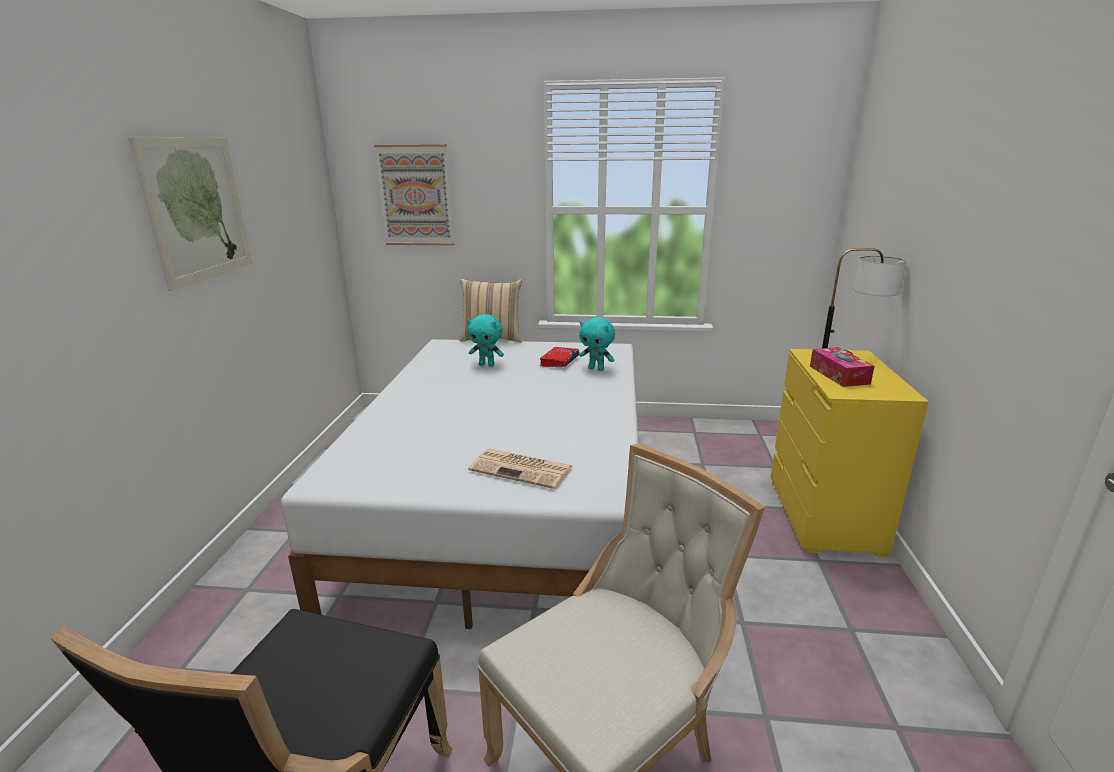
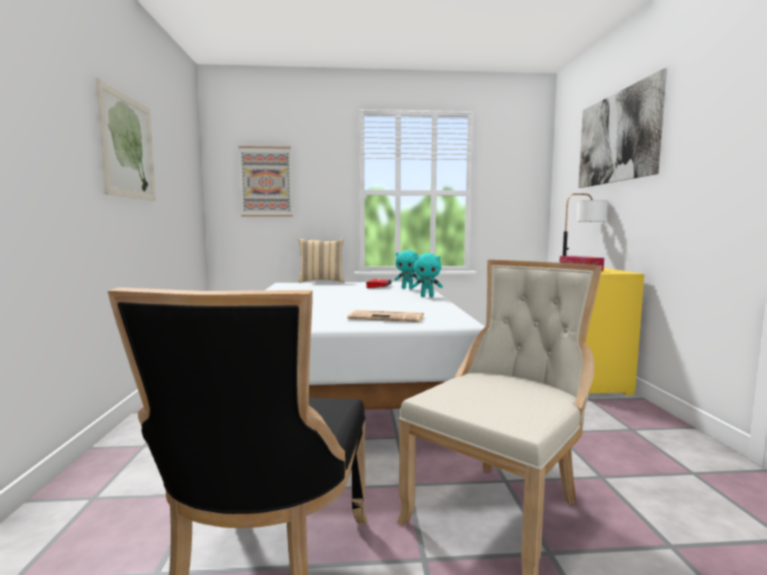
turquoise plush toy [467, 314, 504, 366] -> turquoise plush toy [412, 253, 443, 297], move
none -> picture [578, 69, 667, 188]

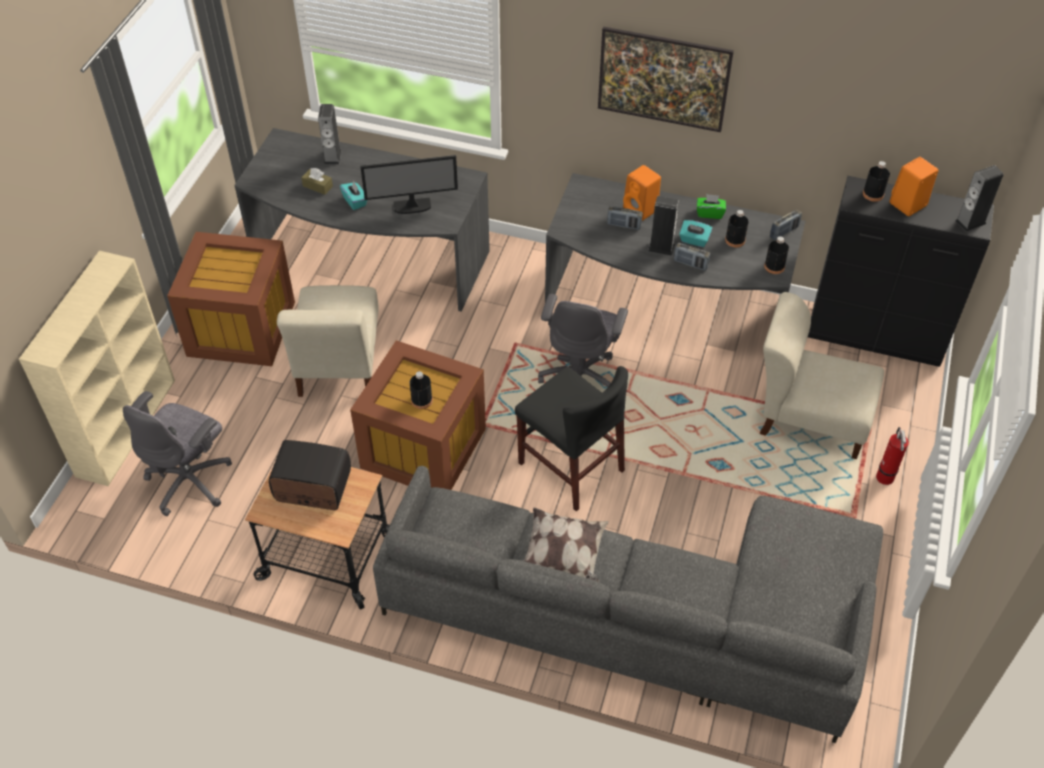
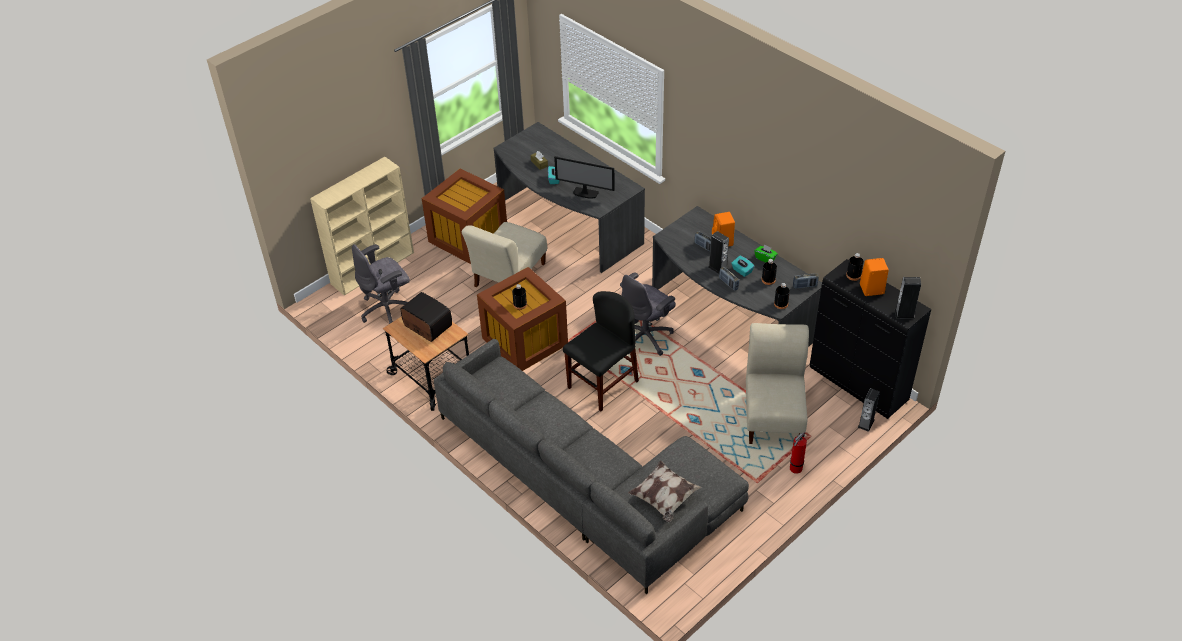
speaker [318, 104, 342, 164] -> speaker [858, 388, 880, 432], move
black chair [515, 366, 628, 511] -> black chair [563, 291, 639, 411], 120 degrees counterclockwise
pillow [524, 508, 609, 582] -> pillow [628, 460, 701, 522], move
picture [598, 27, 734, 132] -> none
beige chair [760, 292, 884, 459] -> beige chair [746, 323, 809, 444], 45 degrees clockwise

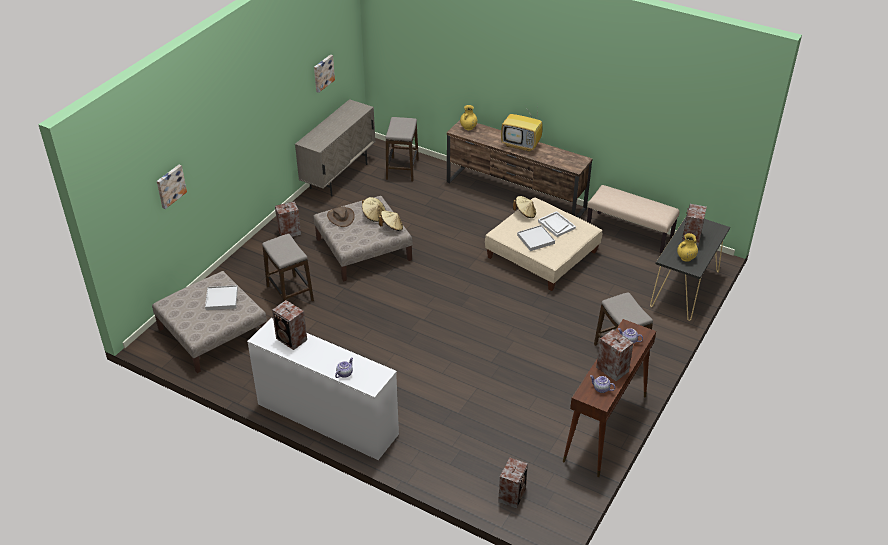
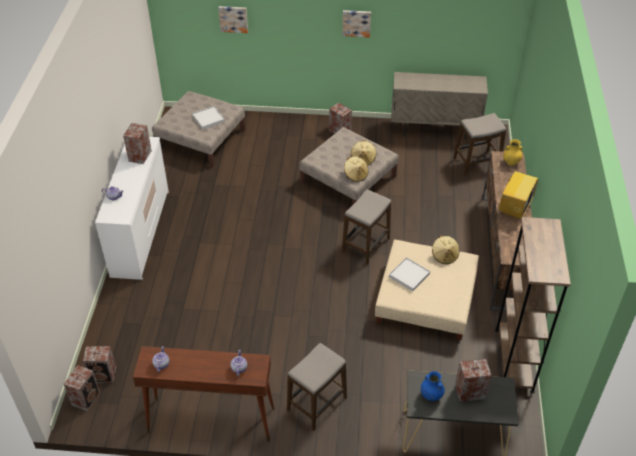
stool [262, 234, 314, 302] -> stool [342, 189, 391, 265], move
picture [314, 54, 335, 93] -> picture [342, 10, 371, 38], move
brown hat [327, 206, 355, 227] -> none
television [501, 104, 543, 152] -> television [499, 161, 538, 219], 150 degrees counterclockwise
white tray [538, 211, 576, 237] -> none
beige bench [587, 185, 680, 254] -> brown bookcase [495, 217, 571, 394]
speaker [596, 329, 633, 381] -> speaker [64, 365, 100, 411], move
yellow vase [677, 233, 698, 262] -> blue vase [421, 371, 445, 401]

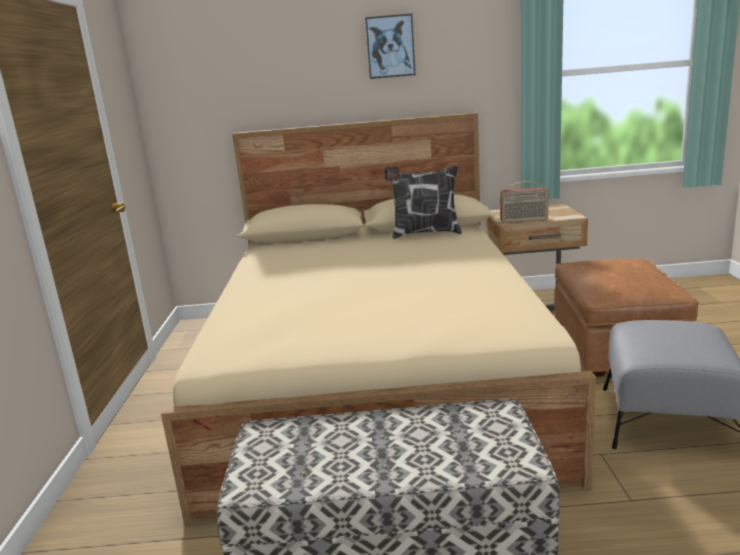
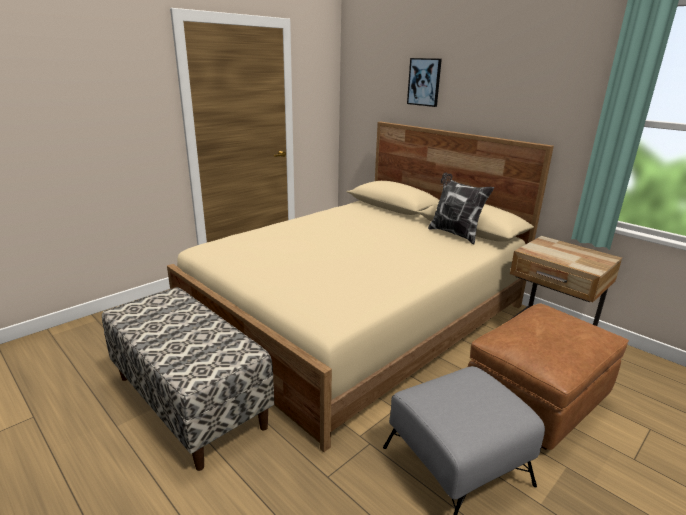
picture [365, 14, 415, 79] -> picture [407, 58, 442, 107], move
radio [500, 181, 549, 223] -> none

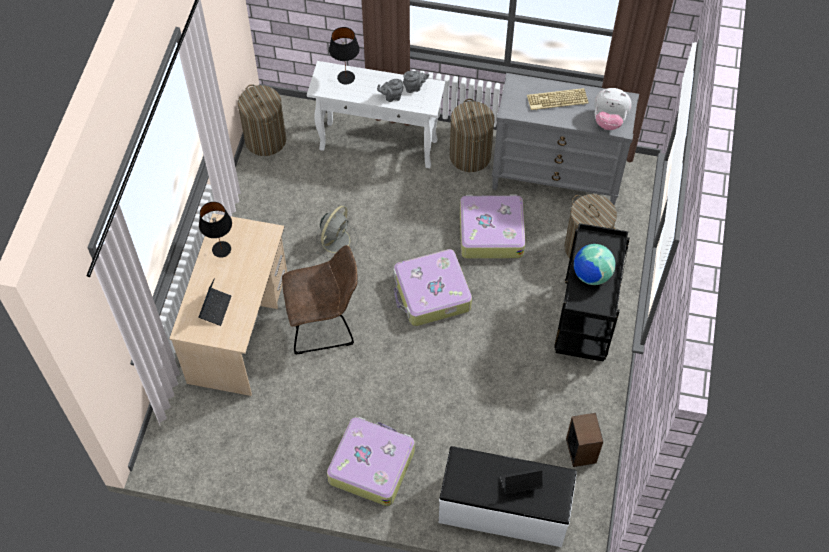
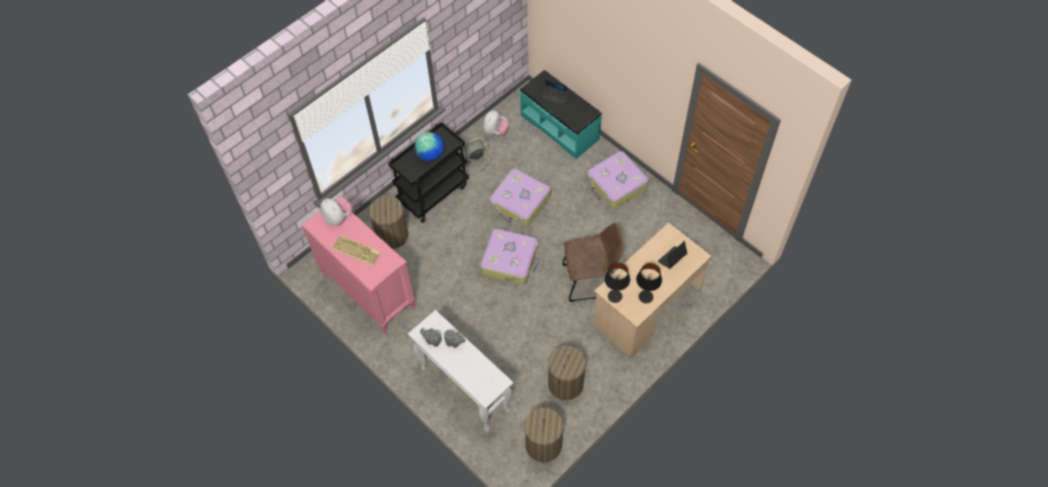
brown chair [282, 245, 357, 355] -> brown chair [562, 223, 624, 302], 150 degrees clockwise
grey fan [316, 206, 358, 258] -> grey fan [459, 138, 492, 175], move
black table lamp [329, 27, 360, 84] -> black table lamp [604, 263, 630, 303], move
white bench [439, 446, 577, 547] -> turquoise bench [520, 70, 602, 159]
laundry basket [450, 99, 495, 172] -> laundry basket [548, 344, 586, 400], move
suitcase [460, 194, 525, 259] -> suitcase [490, 169, 551, 227], move
grey dresser [492, 73, 639, 205] -> pink dresser [302, 200, 416, 334]
speaker [566, 413, 603, 467] -> plush toy [483, 110, 510, 135]

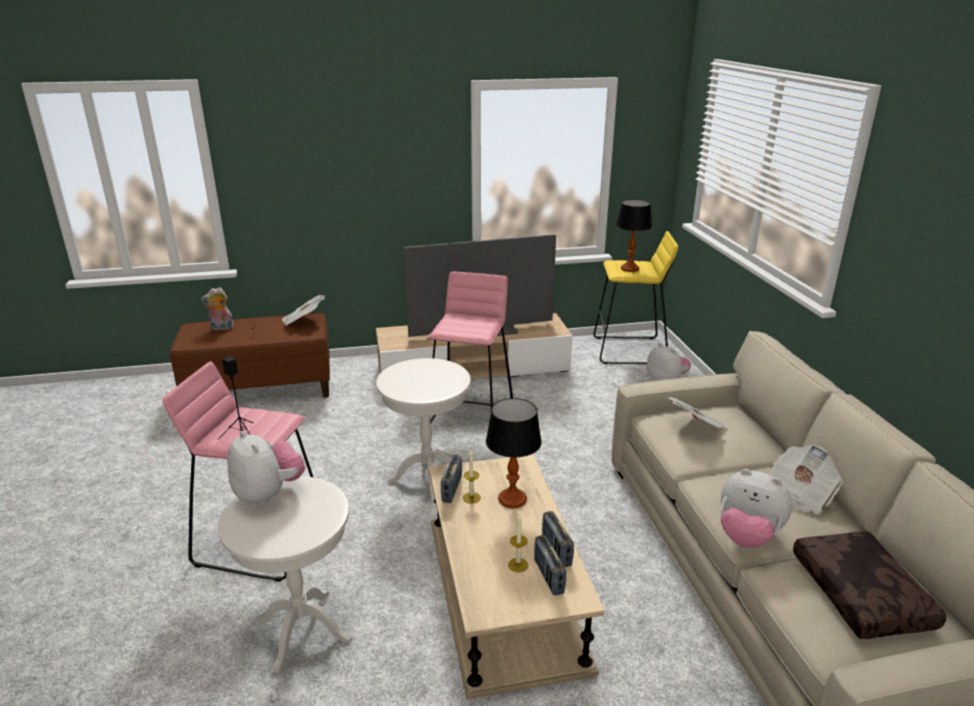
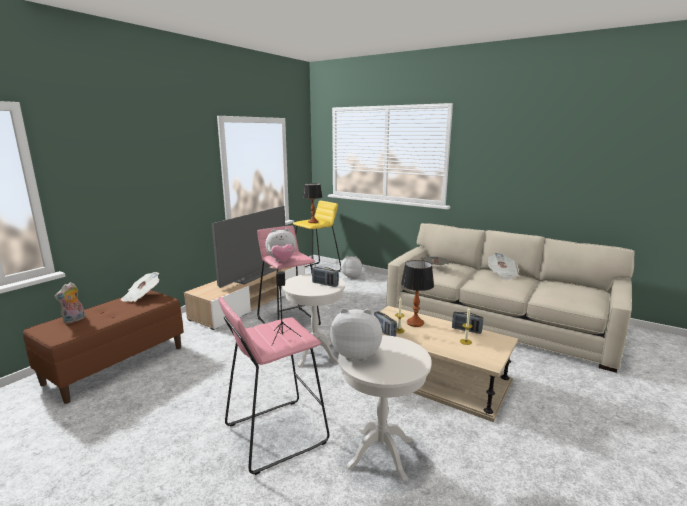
radio [534, 535, 566, 595] -> radio [312, 267, 339, 287], move
plush toy [720, 469, 792, 548] -> plush toy [265, 228, 296, 261], move
brown pillow [793, 531, 946, 639] -> none

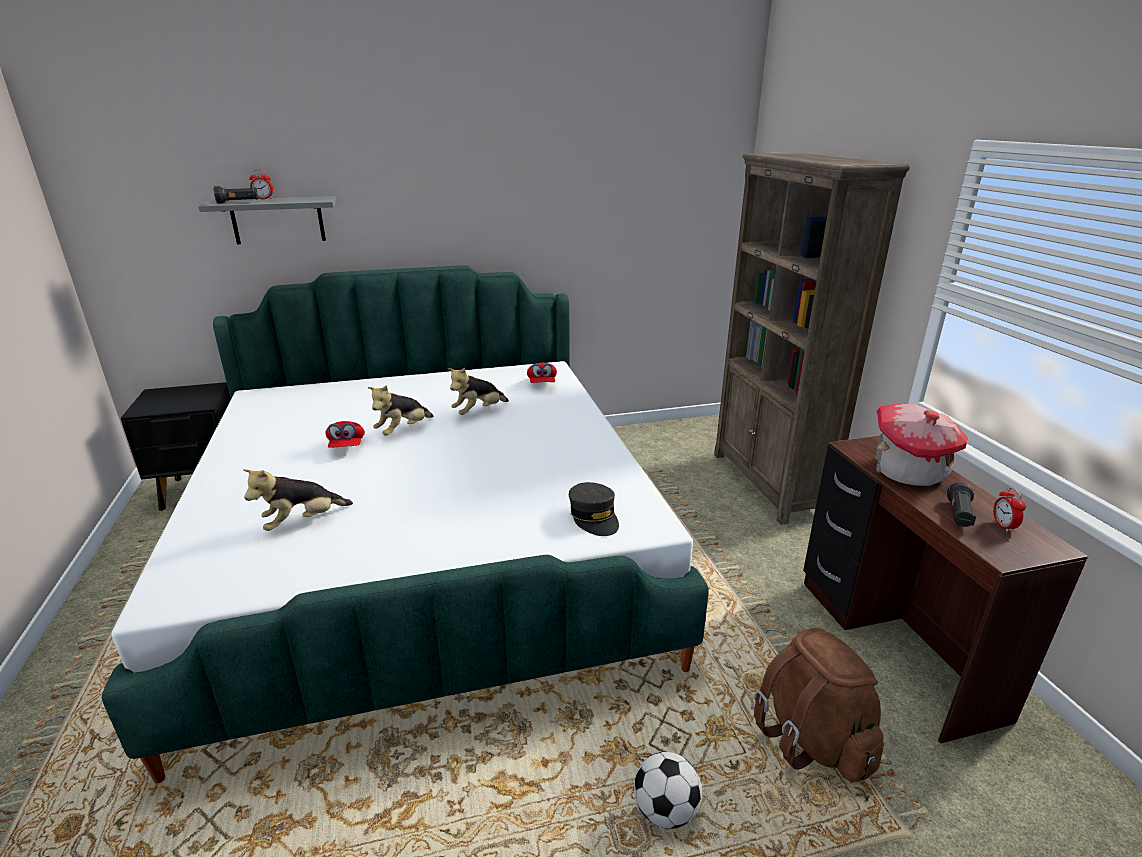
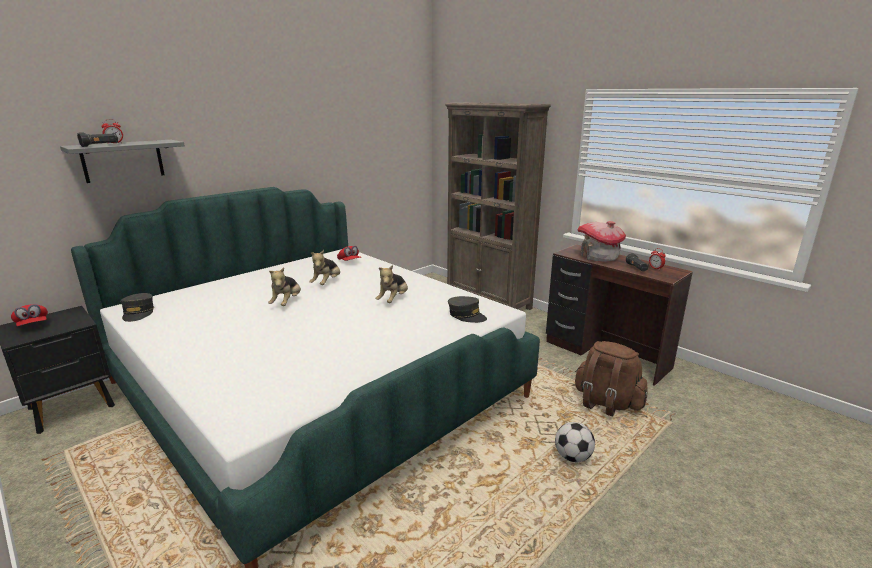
plush toy [243, 469, 353, 531] -> plush toy [376, 265, 408, 303], move
red cap [325, 421, 365, 448] -> red cap [11, 304, 48, 326], move
none -> grey cap [120, 293, 154, 322]

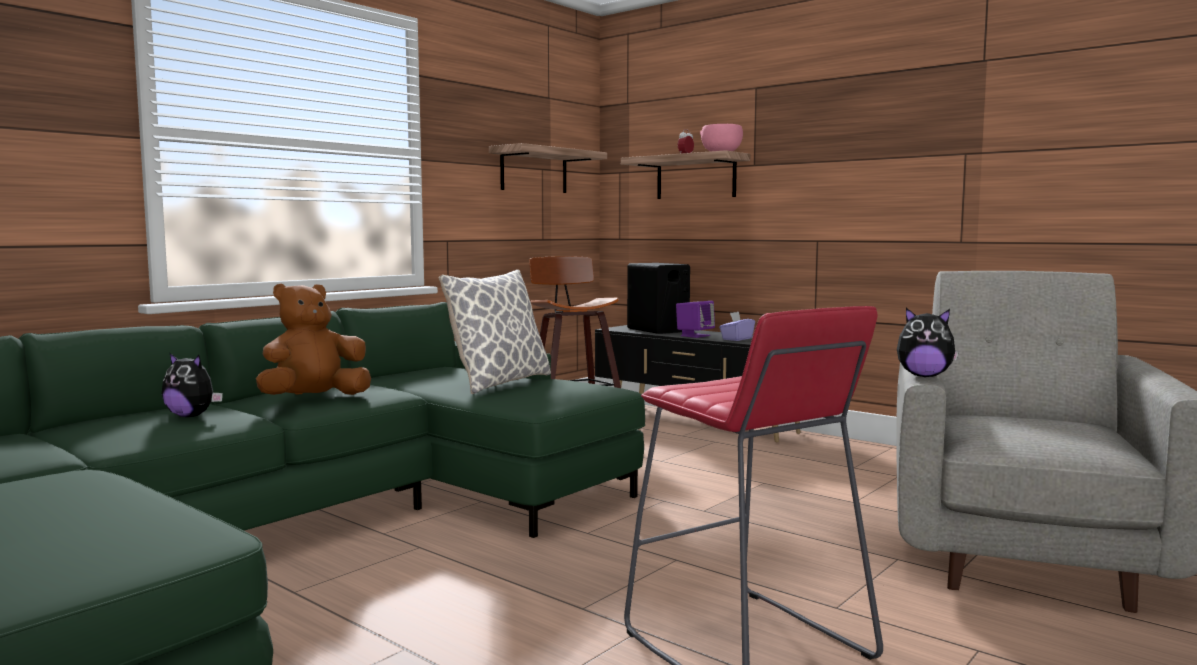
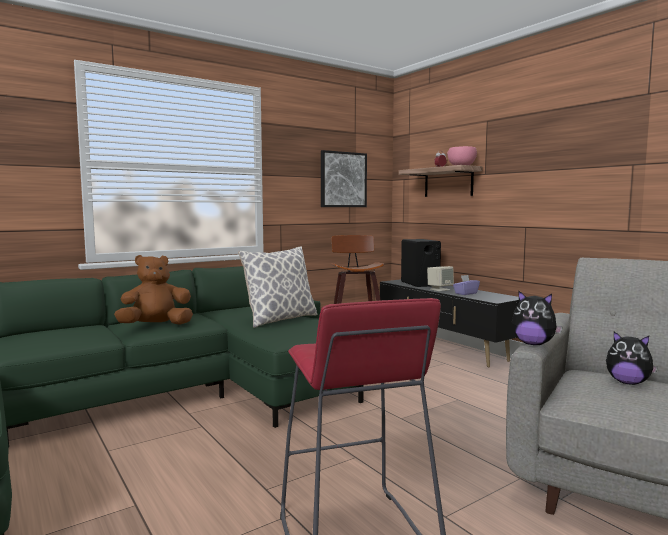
plush toy [162, 353, 223, 417] -> plush toy [606, 331, 658, 385], move
shelf [489, 143, 607, 193] -> picture [321, 150, 367, 207]
purple speaker [676, 301, 715, 338] -> beige speaker [427, 266, 454, 291]

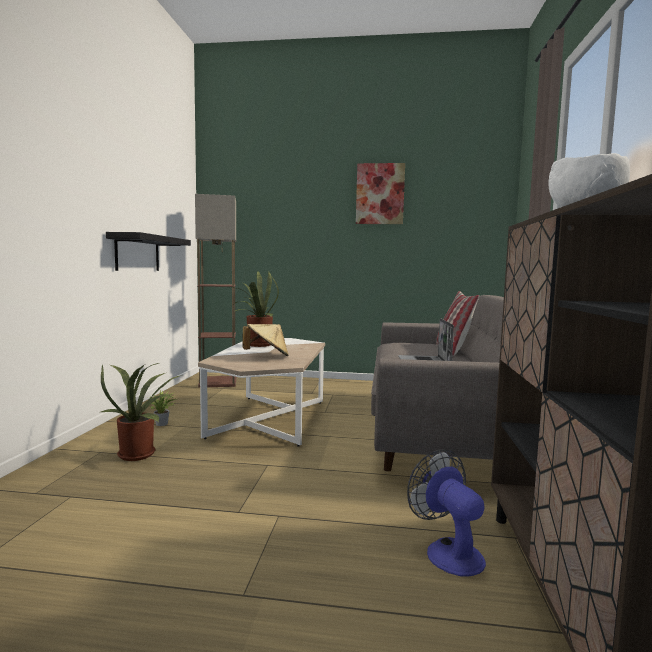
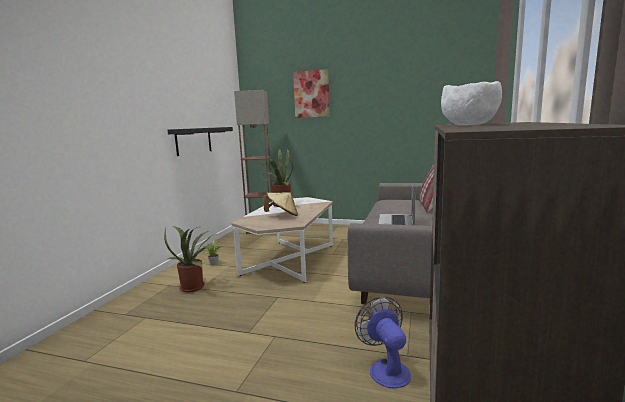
picture [356, 163, 405, 224] -> picture [293, 69, 330, 118], move

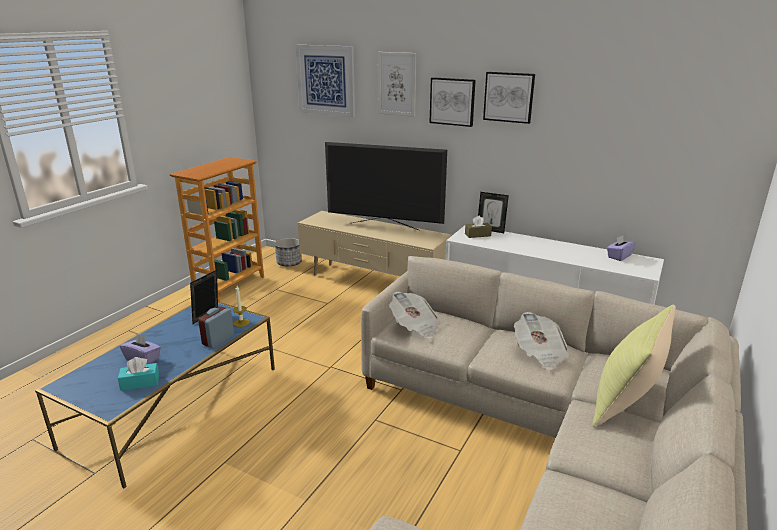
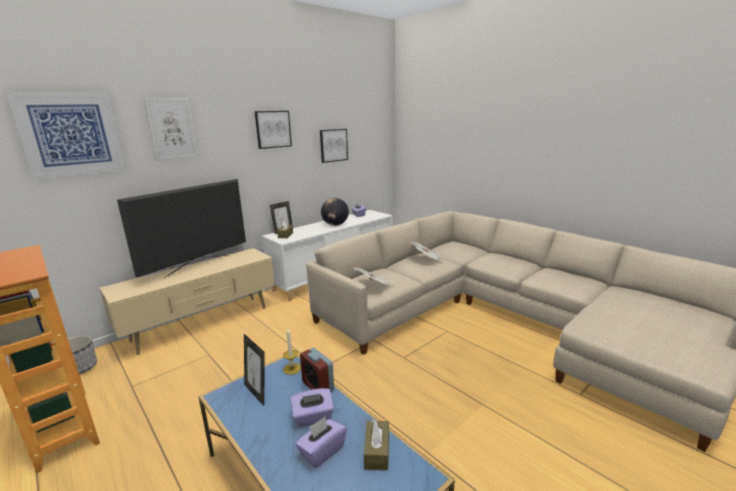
turquoise tissue box [118, 357, 159, 391] -> brown tissue box [364, 419, 389, 471]
picture [430, 77, 476, 127] -> picture [320, 129, 348, 163], move
yellow pillow [593, 305, 676, 427] -> none
none -> purple tissue box [290, 388, 334, 427]
none -> globe [321, 198, 349, 226]

